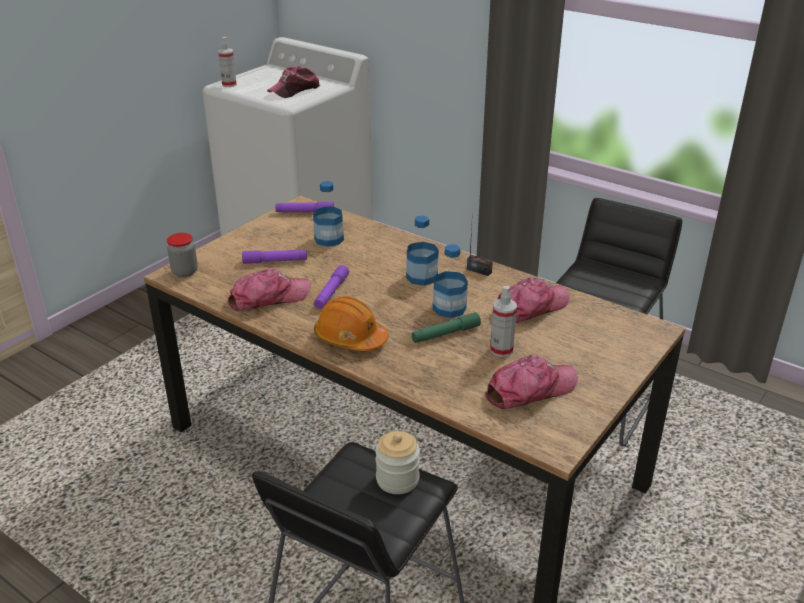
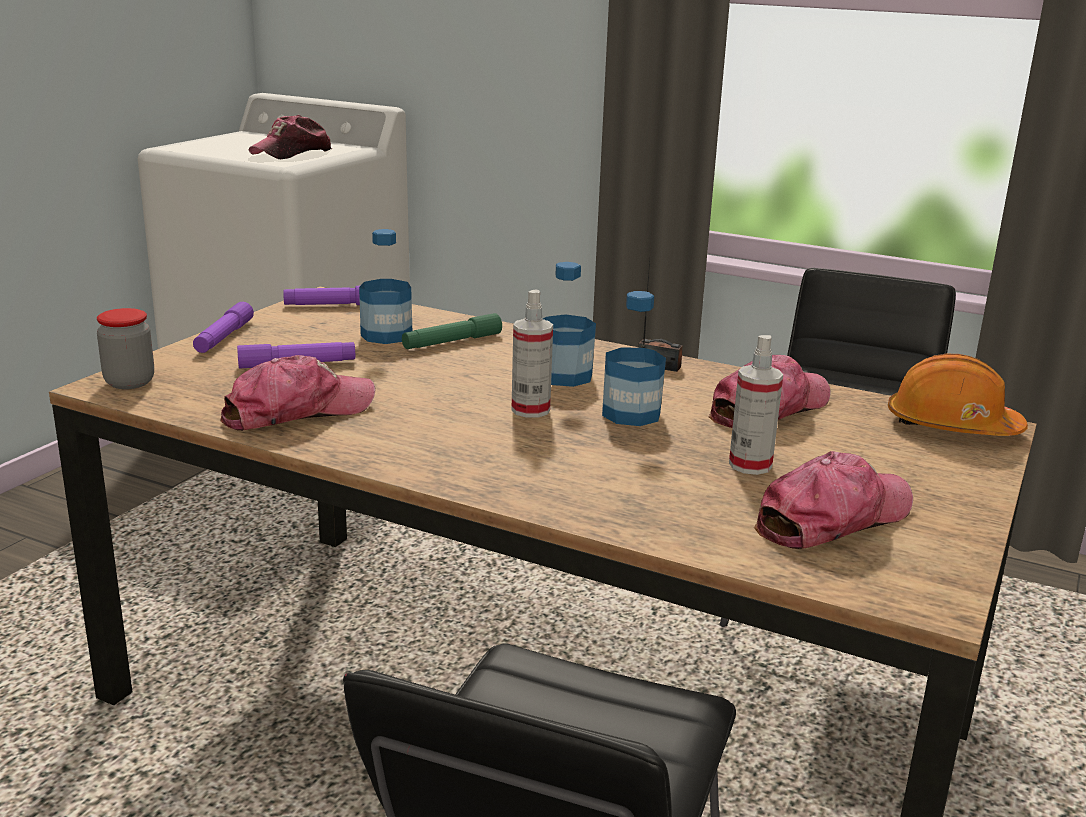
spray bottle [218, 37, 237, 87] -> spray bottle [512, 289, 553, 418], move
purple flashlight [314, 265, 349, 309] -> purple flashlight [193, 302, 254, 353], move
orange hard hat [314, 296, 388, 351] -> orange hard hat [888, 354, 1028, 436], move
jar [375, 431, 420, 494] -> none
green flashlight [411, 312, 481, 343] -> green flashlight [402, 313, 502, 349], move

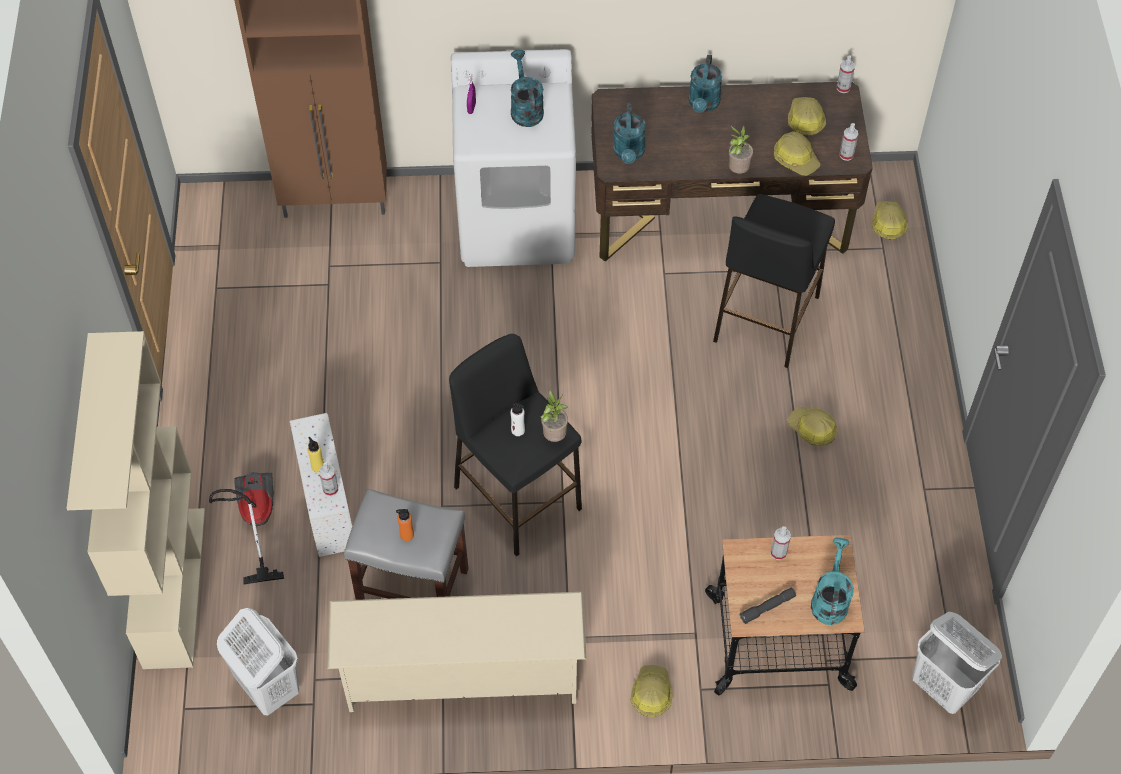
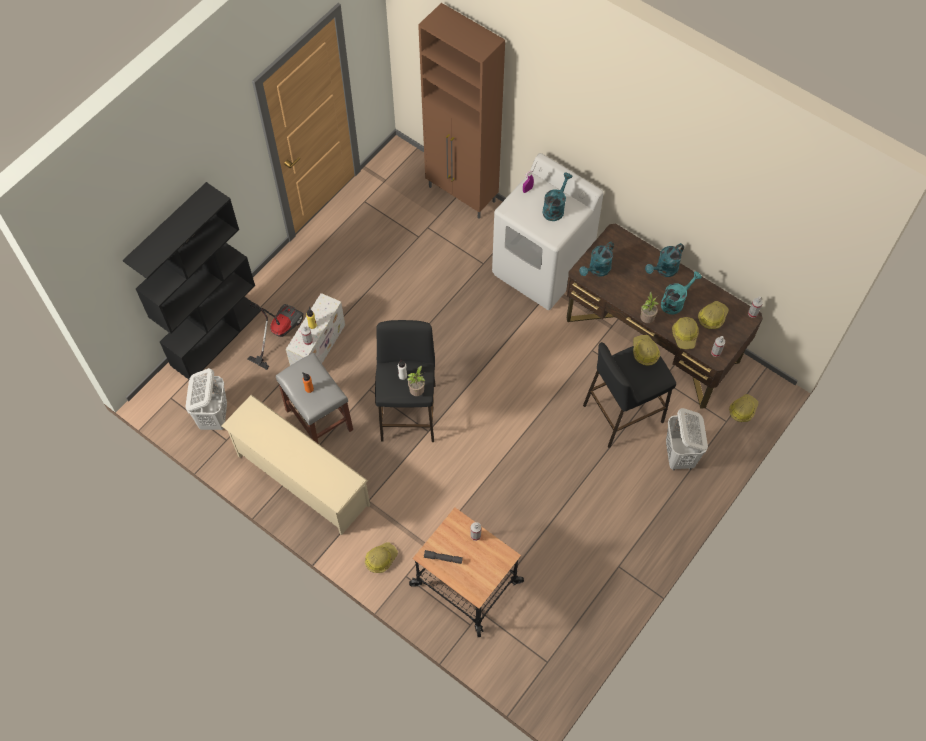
beige bookcase [67, 331, 205, 669] -> black bookcase [122, 182, 261, 379]
hard hat [787, 407, 837, 446] -> hard hat [633, 335, 660, 366], move
turquoise watering can [811, 538, 854, 625] -> turquoise watering can [661, 271, 702, 314], move
white laundry basket [912, 612, 1002, 714] -> white laundry basket [666, 408, 708, 470], move

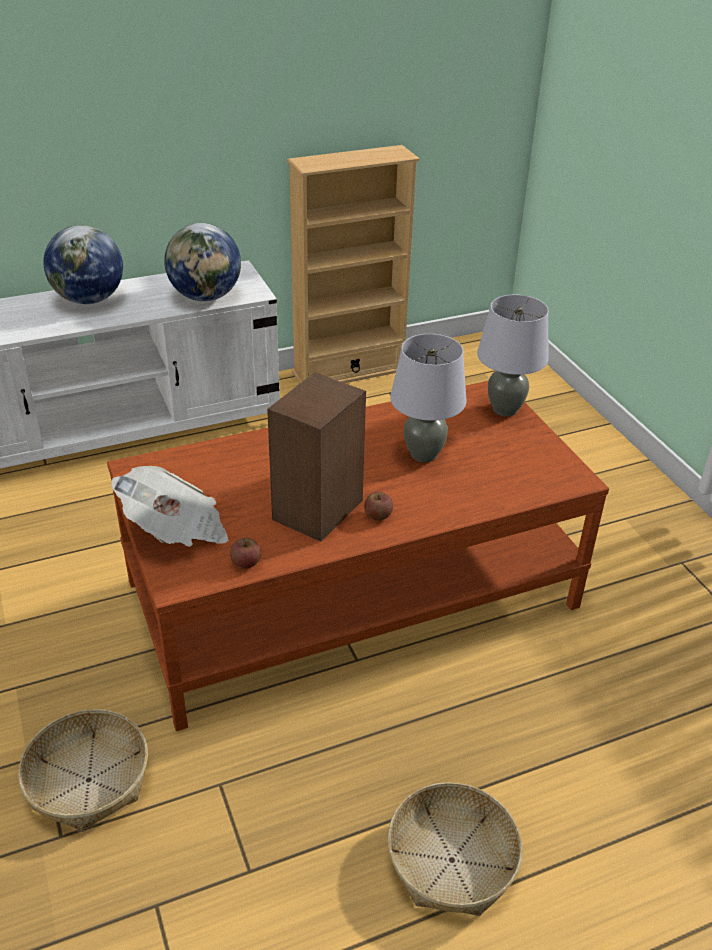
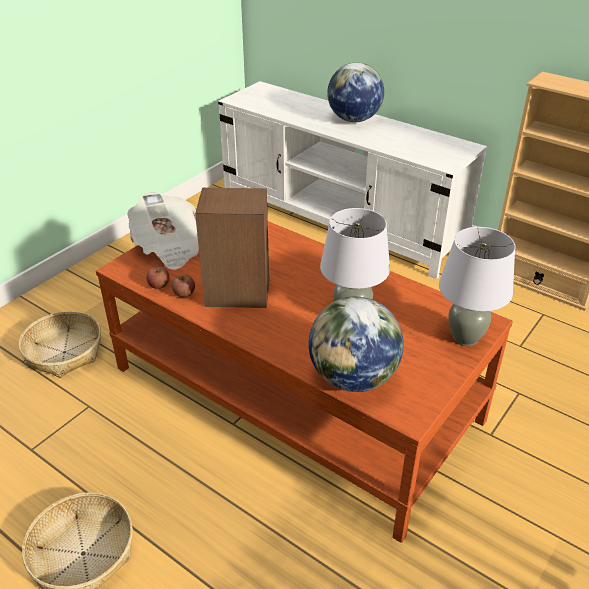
globe [164, 223, 241, 301] -> globe [309, 296, 404, 392], move
apple [364, 492, 393, 521] -> apple [172, 274, 195, 297], move

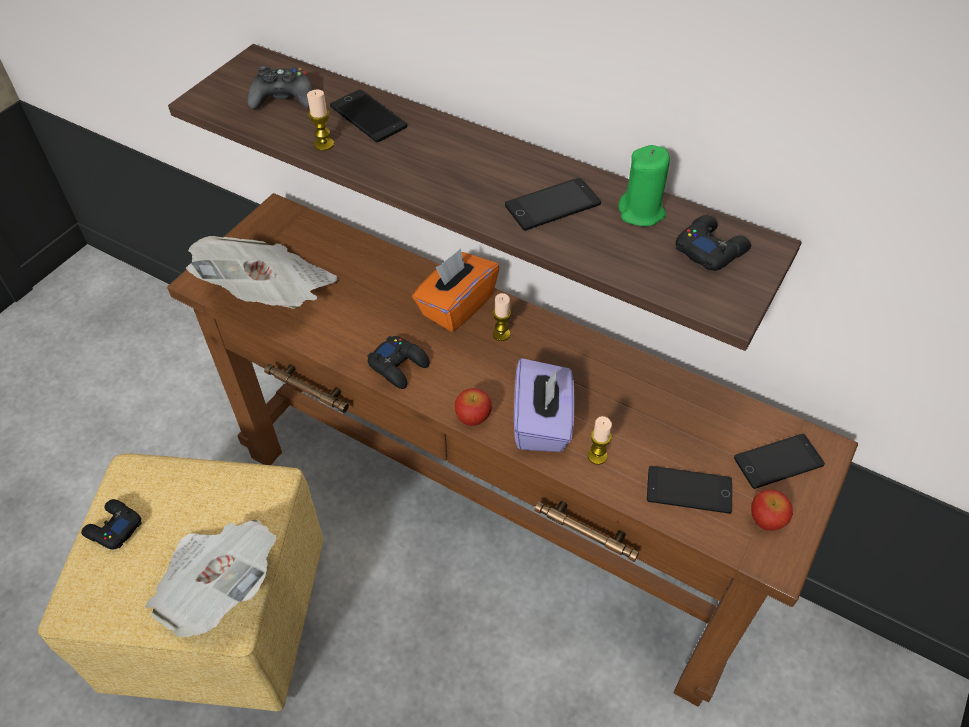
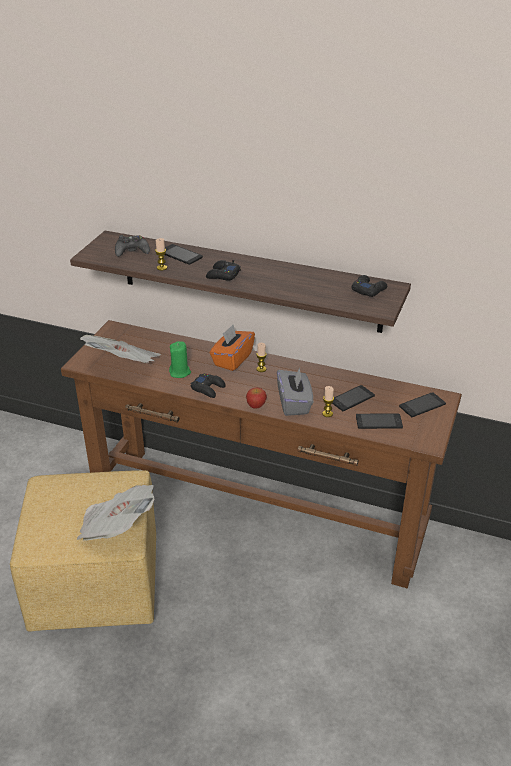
black game controller [81, 499, 141, 550] -> black game controller [206, 260, 241, 280], move
phone [505, 178, 601, 231] -> phone [332, 385, 375, 411], move
purple tissue box [514, 358, 575, 452] -> grey tissue box [277, 367, 313, 416]
green candle [618, 145, 670, 226] -> green candle [169, 341, 191, 378], move
apple [751, 489, 793, 531] -> none

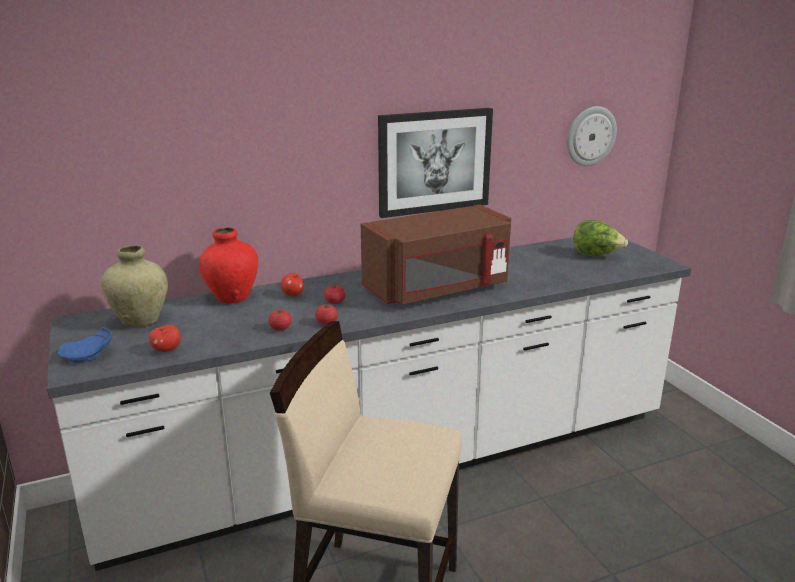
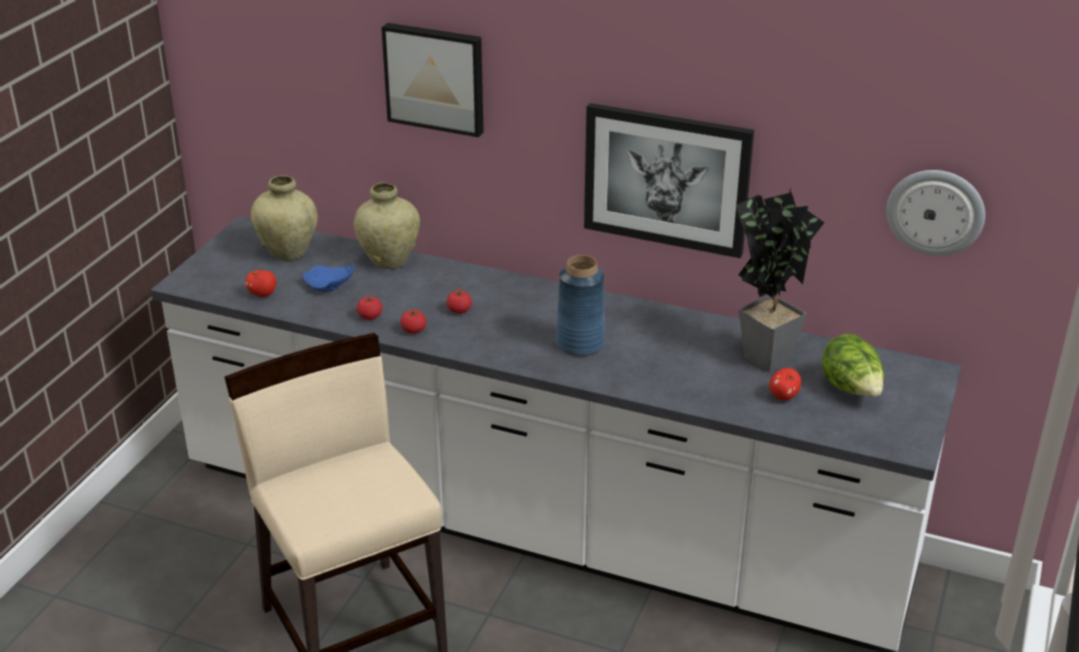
blue plate [58, 327, 112, 363] -> blue plate [303, 263, 354, 292], move
red vase [199, 227, 258, 303] -> beige vase [354, 183, 420, 269]
apple [281, 273, 303, 297] -> apple [769, 368, 801, 400], move
brown microwave [361, 205, 511, 305] -> blue vase [556, 255, 605, 356]
none -> picture [382, 23, 484, 137]
none -> potted plant [736, 188, 825, 372]

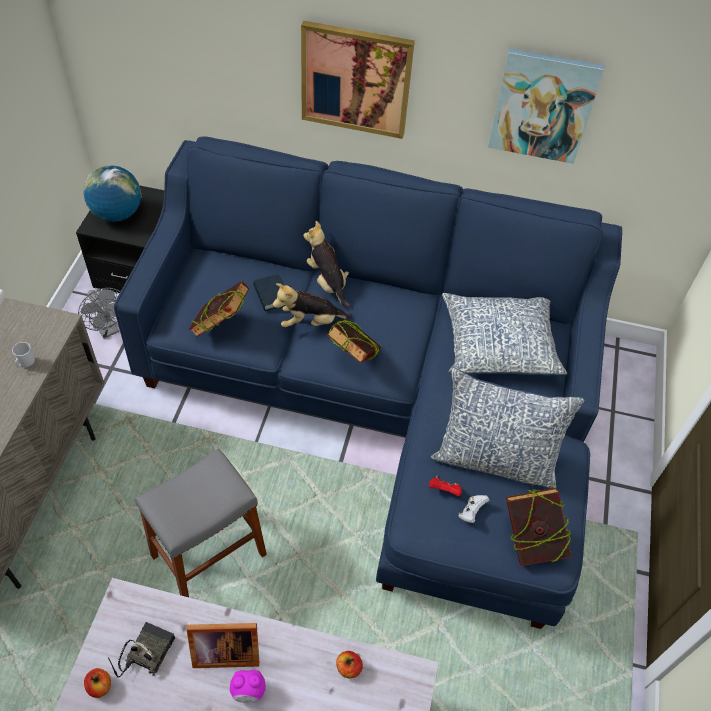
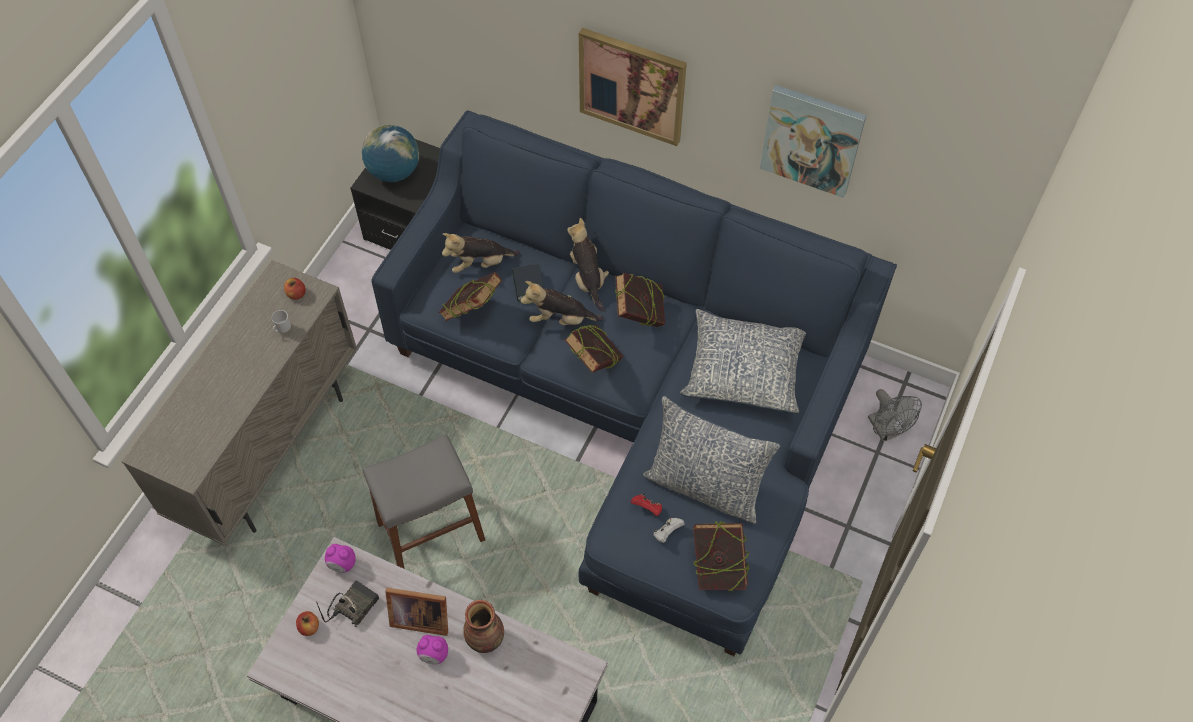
grey fan [78, 288, 120, 339] -> grey fan [868, 389, 922, 442], move
apple [336, 651, 363, 678] -> apple [284, 278, 306, 300], move
none -> alarm clock [325, 544, 356, 573]
none -> plush toy [442, 233, 520, 273]
none -> vase [463, 600, 504, 653]
none -> book [615, 273, 665, 327]

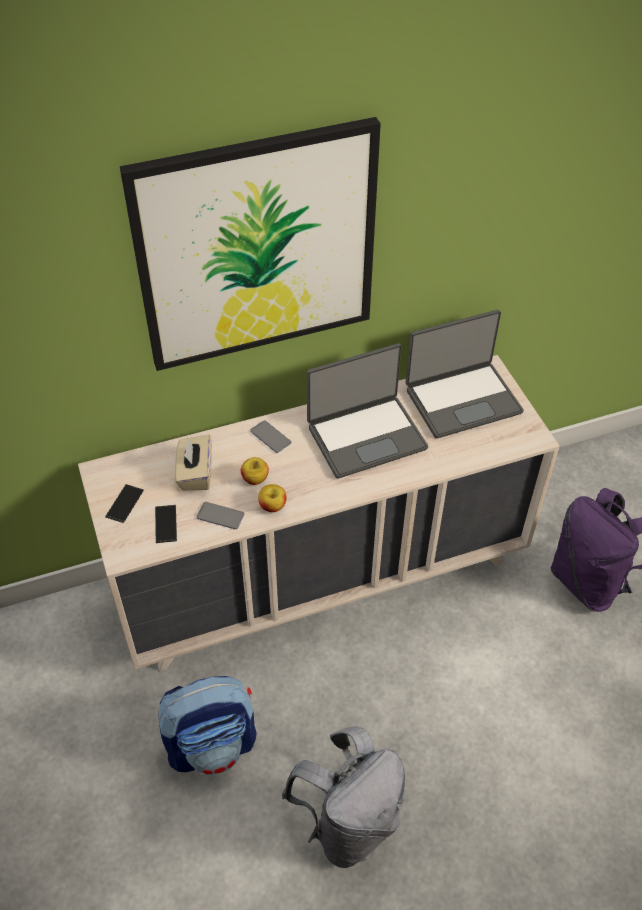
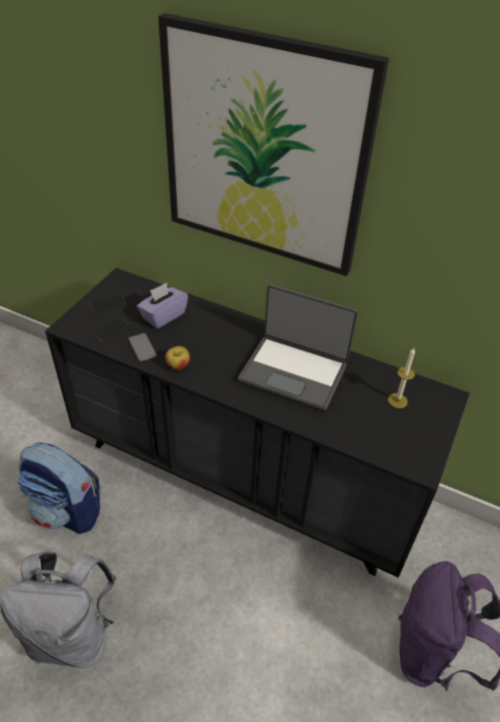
beige dresser [78, 355, 559, 671] -> black dresser [45, 268, 470, 577]
beige tissue box [175, 434, 212, 490] -> purple tissue box [137, 282, 188, 329]
apple [241, 457, 269, 485] -> none
phone [250, 420, 291, 453] -> none
laptop [406, 310, 524, 438] -> candle [388, 348, 415, 408]

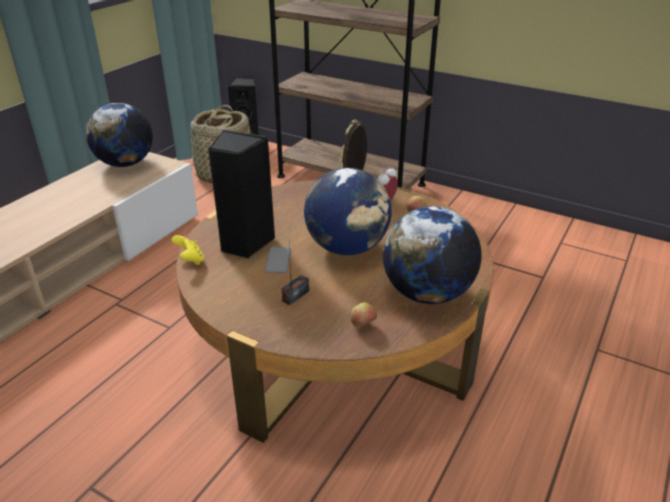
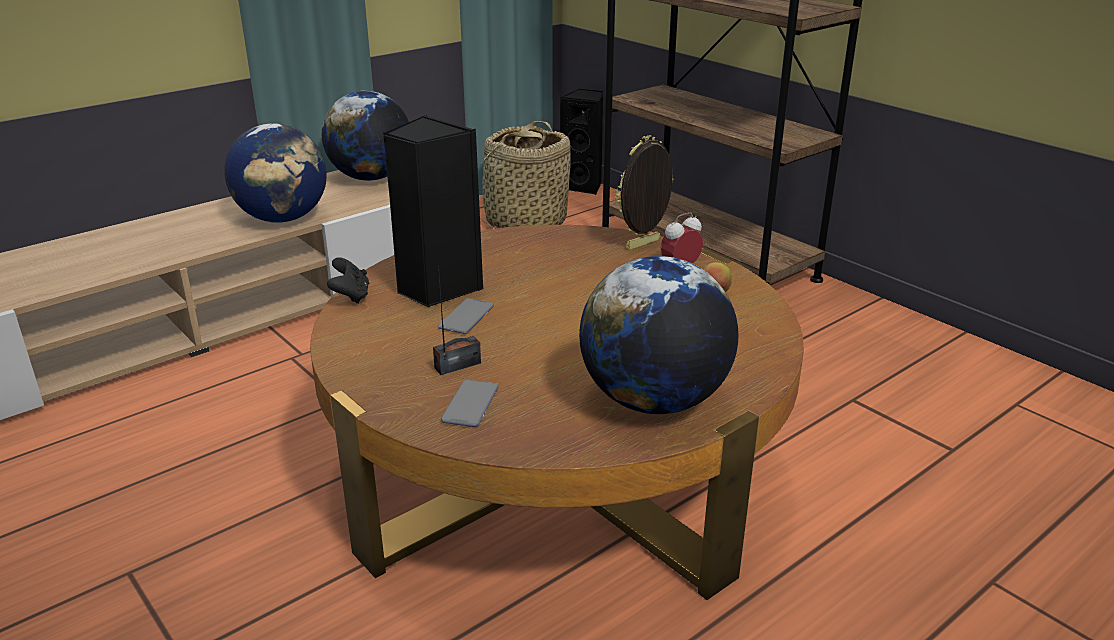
yellow game controller [171, 235, 204, 265] -> black game controller [327, 257, 369, 304]
globe [304, 168, 391, 255] -> globe [224, 123, 327, 223], move
apple [351, 302, 377, 328] -> none
none -> phone [441, 380, 498, 427]

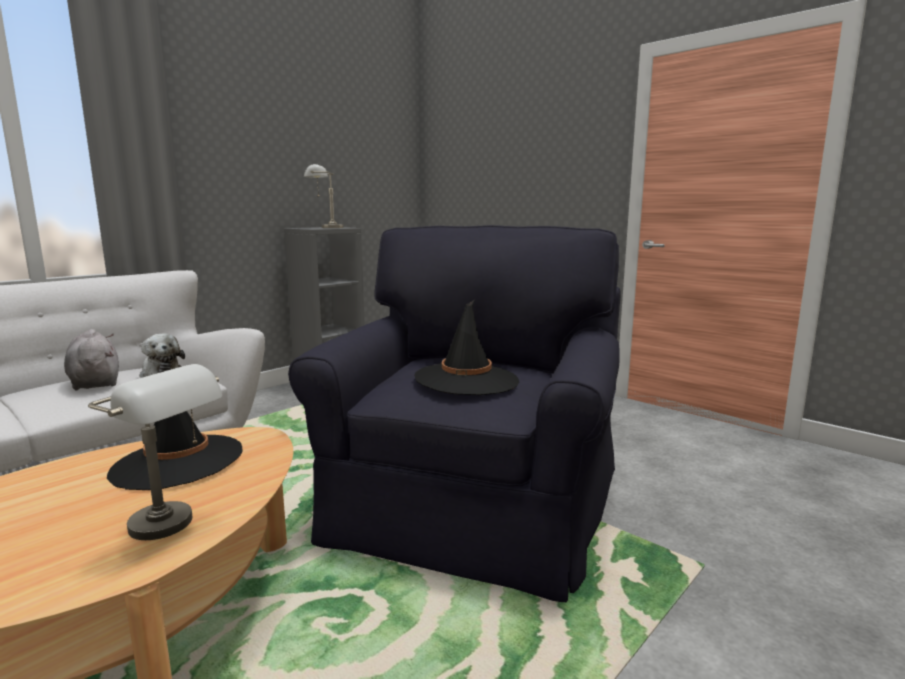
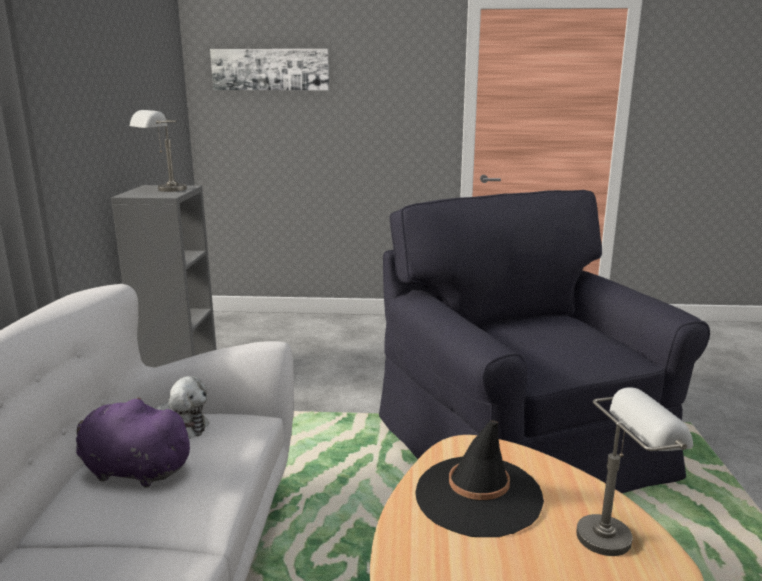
grey plush toy [64, 329, 119, 390] -> purple plush toy [76, 397, 195, 488]
black hat [414, 299, 519, 395] -> none
none -> picture [210, 49, 329, 90]

